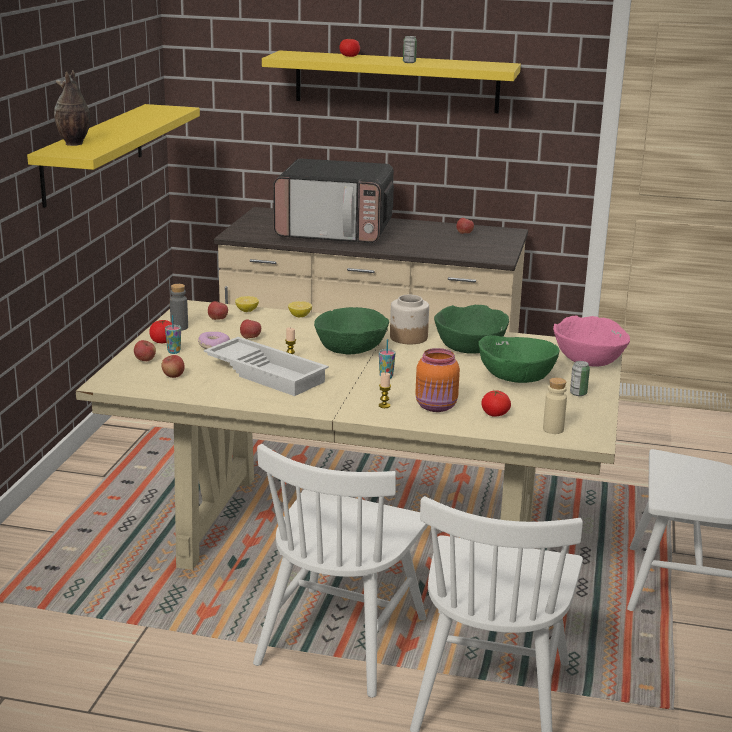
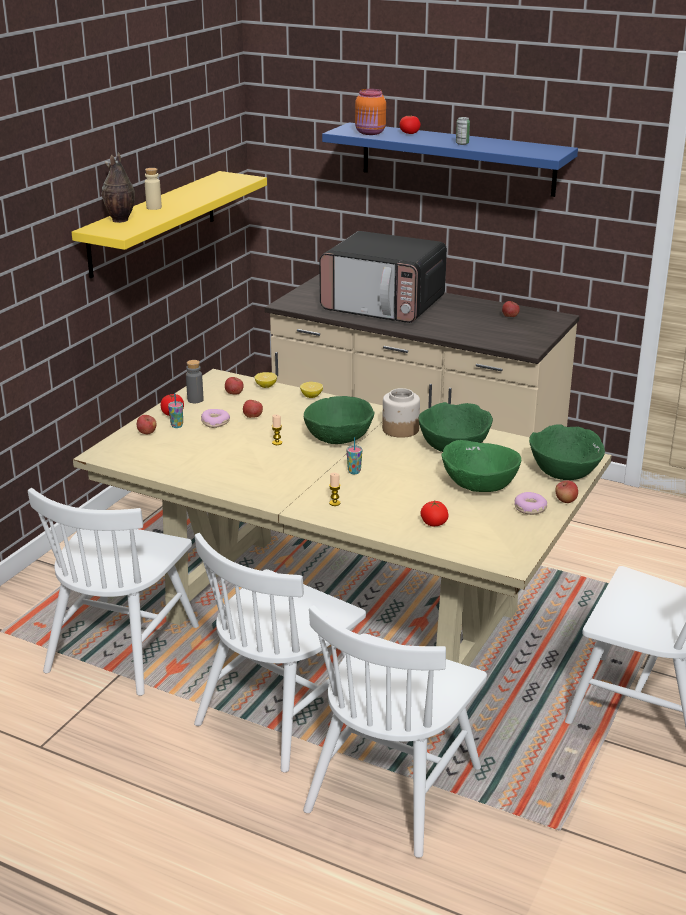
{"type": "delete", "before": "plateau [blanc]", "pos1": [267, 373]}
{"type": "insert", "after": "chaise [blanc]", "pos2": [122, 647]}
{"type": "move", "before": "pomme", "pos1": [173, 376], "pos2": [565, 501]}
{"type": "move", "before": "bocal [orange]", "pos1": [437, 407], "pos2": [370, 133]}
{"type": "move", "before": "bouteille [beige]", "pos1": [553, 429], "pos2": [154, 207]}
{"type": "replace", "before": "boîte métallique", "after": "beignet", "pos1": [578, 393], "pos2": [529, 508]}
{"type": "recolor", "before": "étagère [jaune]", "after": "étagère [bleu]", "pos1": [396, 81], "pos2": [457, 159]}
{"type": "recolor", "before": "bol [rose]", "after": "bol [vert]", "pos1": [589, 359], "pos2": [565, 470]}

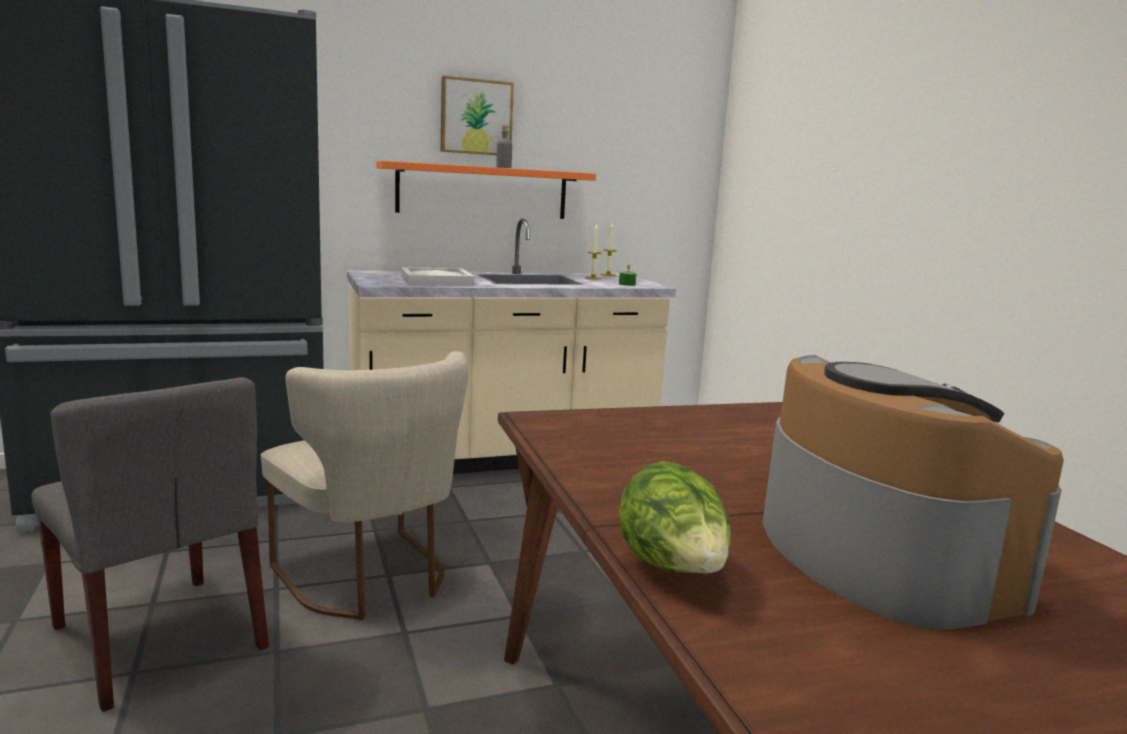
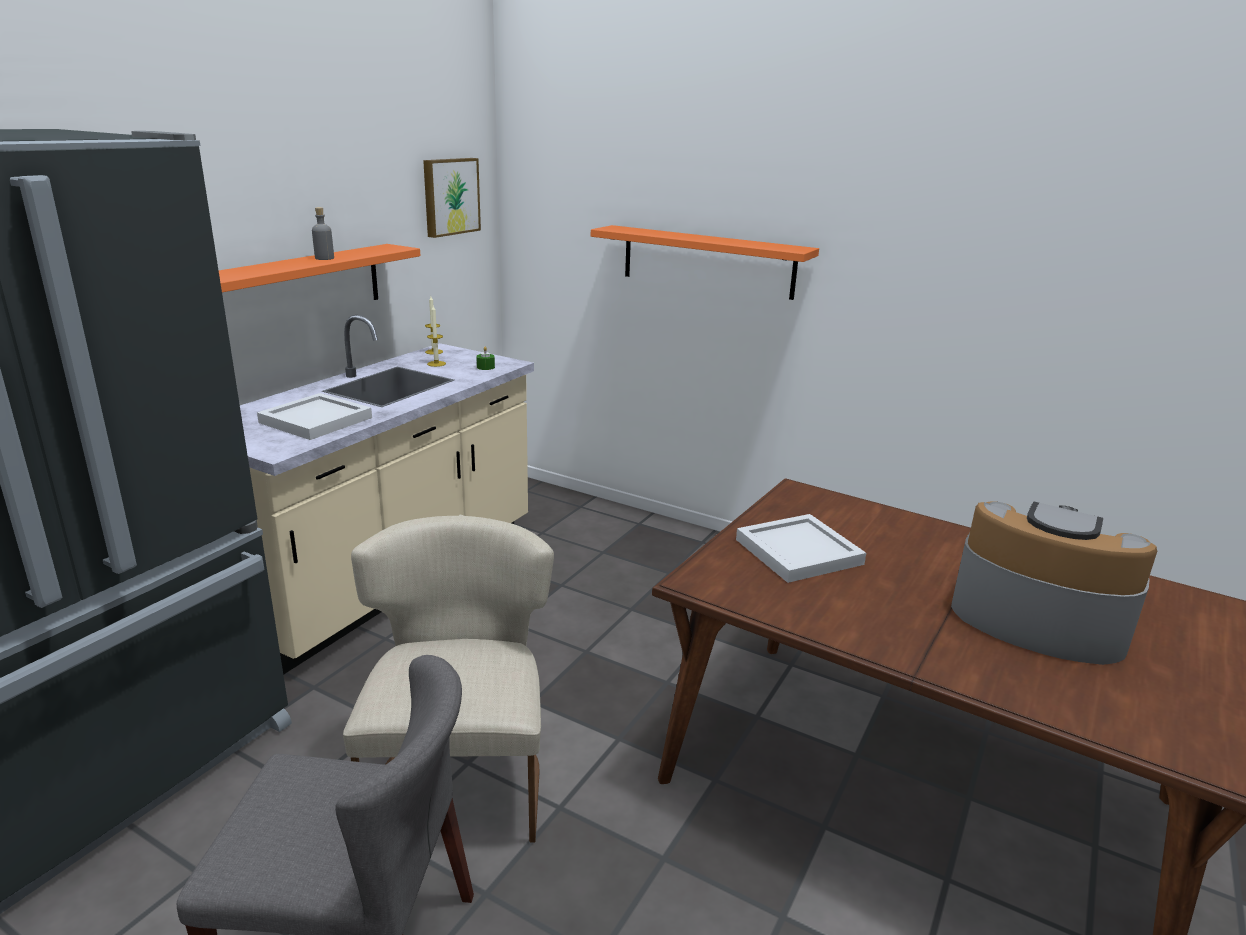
{"type": "delete", "before": "laitue", "pos1": [673, 570]}
{"type": "insert", "after": "étagère [orange]", "pos2": [707, 261]}
{"type": "insert", "after": "plateau [blanc]", "pos2": [798, 552]}
{"type": "move", "before": "tableau", "pos1": [476, 117], "pos2": [450, 196]}
{"type": "rotate", "before": "chaise [beige]", "pos1": [370, 580], "pos2": [460, 776], "turn": -105}

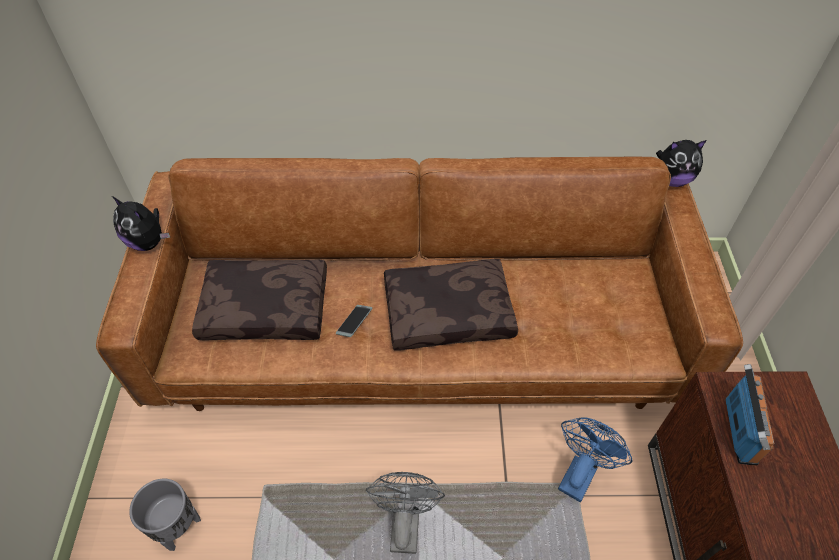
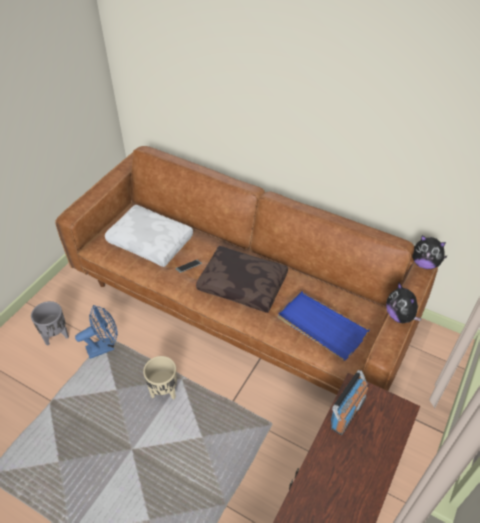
{"type": "insert", "after": "plateau [bleu]", "pos2": [321, 326]}
{"type": "move", "before": "peluche", "pos1": [148, 242], "pos2": [399, 316]}
{"type": "move", "before": "ventilateur [bleu]", "pos1": [579, 472], "pos2": [104, 347]}
{"type": "replace", "before": "ventilateur [gris]", "after": "cache-pot [beige]", "pos1": [404, 522], "pos2": [163, 392]}
{"type": "recolor", "before": "coussin [marron]", "after": "coussin [blanc]", "pos1": [267, 307], "pos2": [151, 241]}

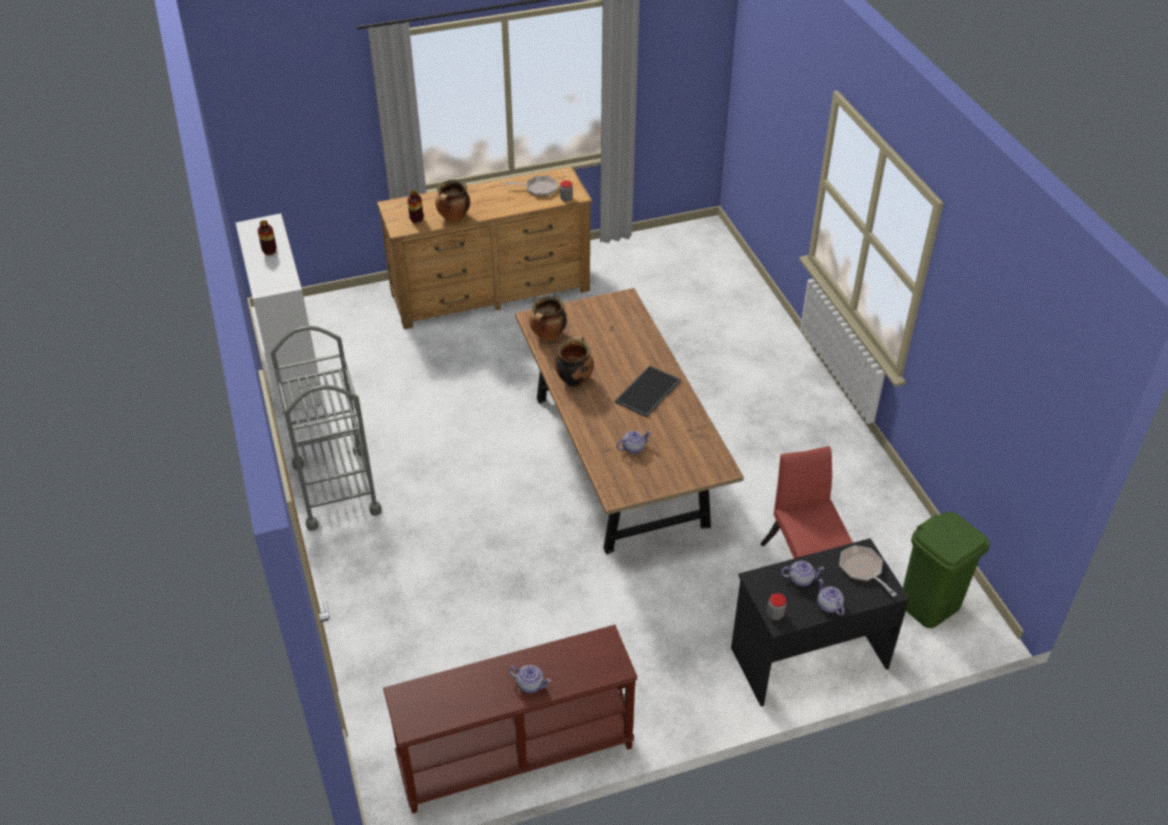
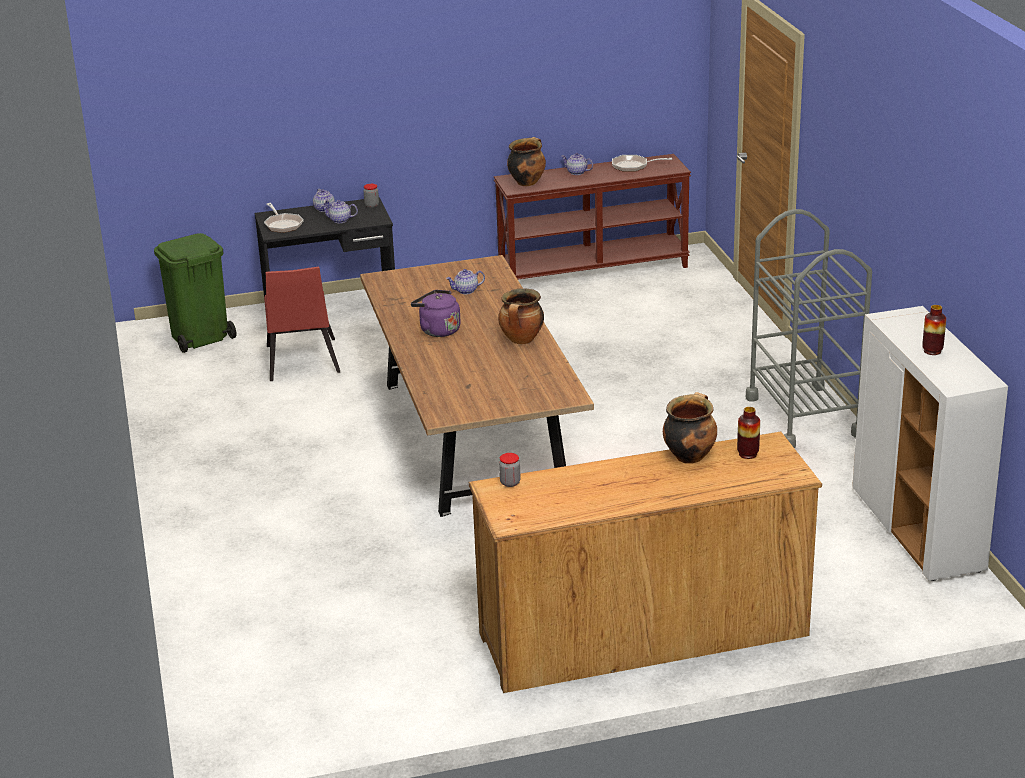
{"type": "move", "before": "poêle", "pos1": [538, 189], "pos2": [633, 166]}
{"type": "move", "before": "marmite", "pos1": [548, 336], "pos2": [527, 182]}
{"type": "replace", "before": "plateau", "after": "bouilloire [violet]", "pos1": [648, 392], "pos2": [437, 330]}

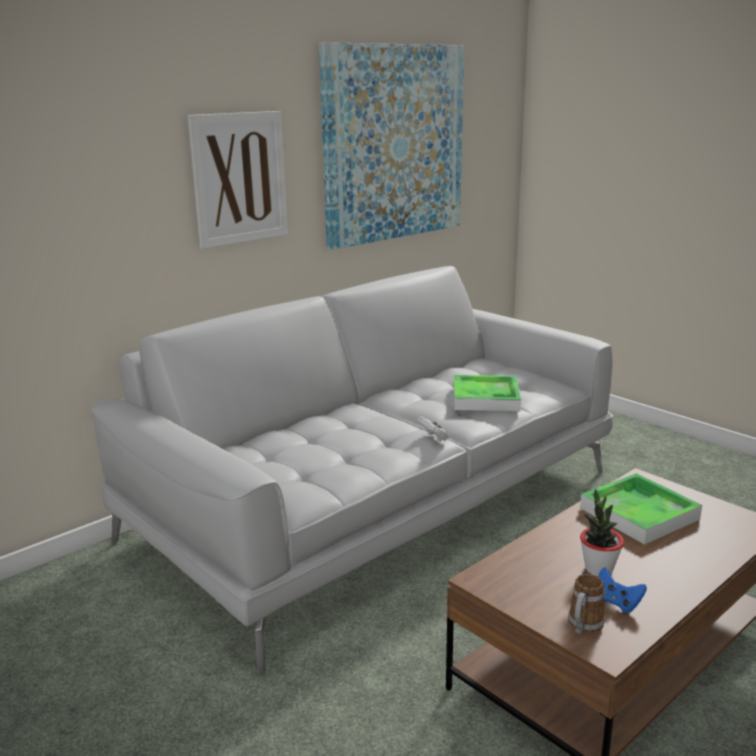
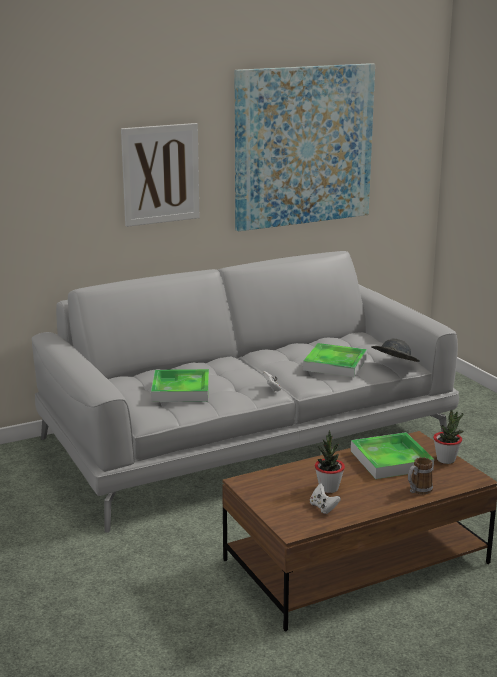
{"type": "insert", "after": "plateau", "pos2": [180, 390]}
{"type": "insert", "after": "chapeau [gris]", "pos2": [394, 365]}
{"type": "insert", "after": "plante en pot", "pos2": [446, 460]}
{"type": "move", "before": "mug", "pos1": [583, 627], "pos2": [418, 491]}
{"type": "recolor", "before": "manette [bleu]", "after": "manette [blanc]", "pos1": [617, 602], "pos2": [323, 508]}

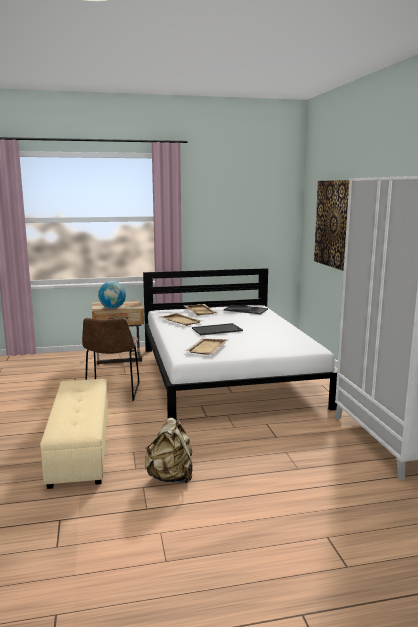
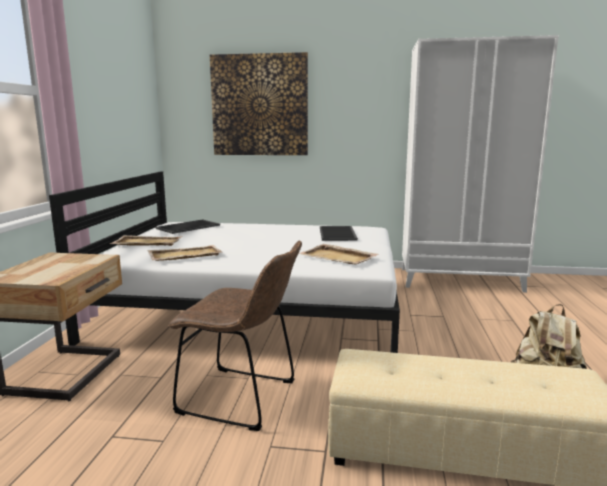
{"type": "delete", "before": "globe", "pos1": [112, 308]}
{"type": "move", "before": "plateau", "pos1": [217, 330], "pos2": [338, 234]}

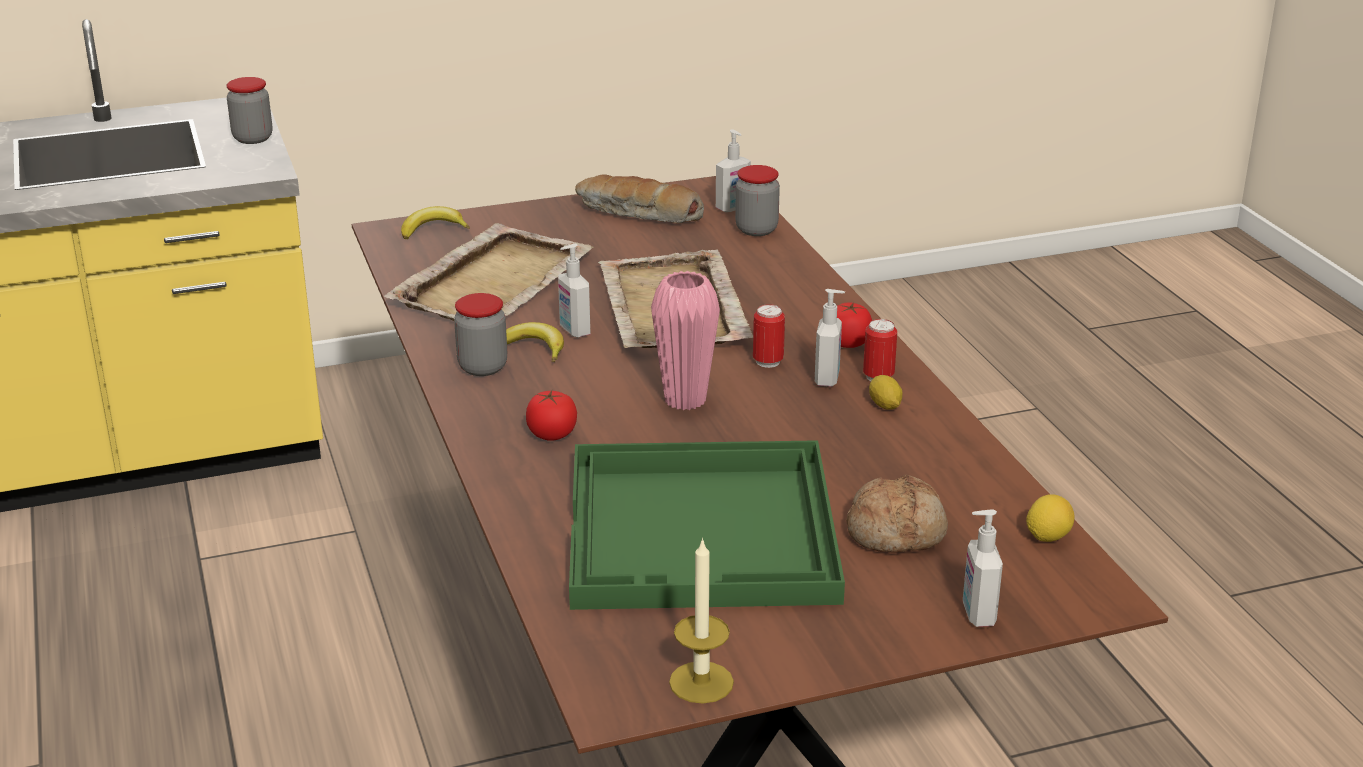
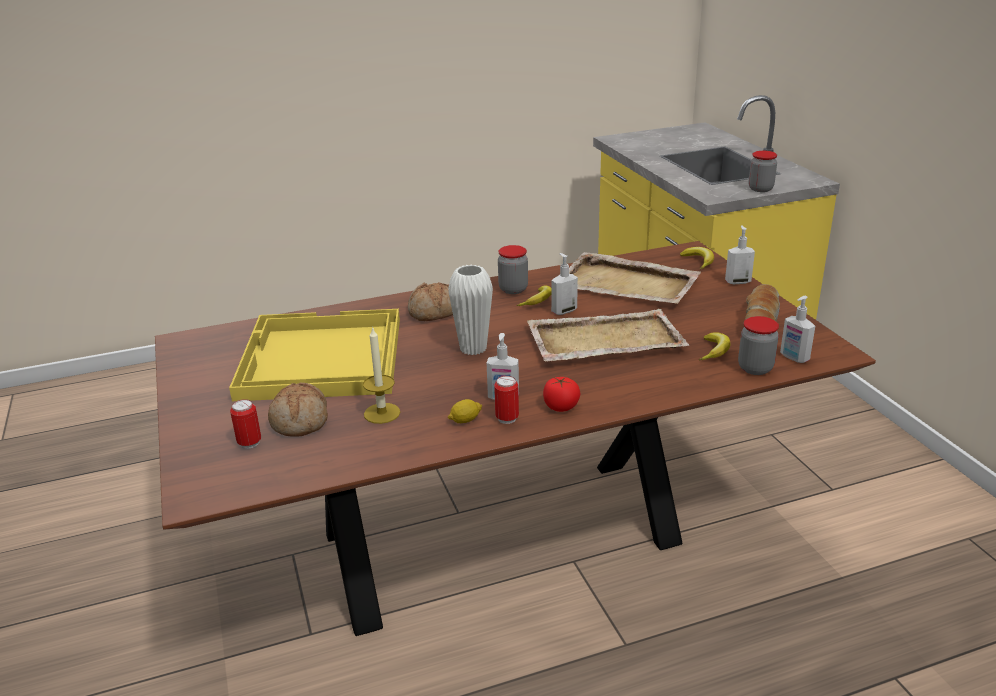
{"type": "delete", "before": "citron", "pos1": [1047, 537]}
{"type": "insert", "after": "banane", "pos2": [714, 351]}
{"type": "move", "before": "bougie", "pos1": [701, 682], "pos2": [382, 413]}
{"type": "move", "before": "boîte métallique", "pos1": [768, 361], "pos2": [249, 443]}
{"type": "move", "before": "distributeur de savon", "pos1": [977, 614], "pos2": [737, 281]}
{"type": "replace", "before": "tomate", "after": "pain", "pos1": [552, 434], "pos2": [434, 312]}
{"type": "recolor", "before": "plateau [vert]", "after": "plateau [jaune]", "pos1": [704, 532], "pos2": [320, 359]}
{"type": "recolor", "before": "vase [rose]", "after": "vase [blanc]", "pos1": [685, 400], "pos2": [473, 348]}

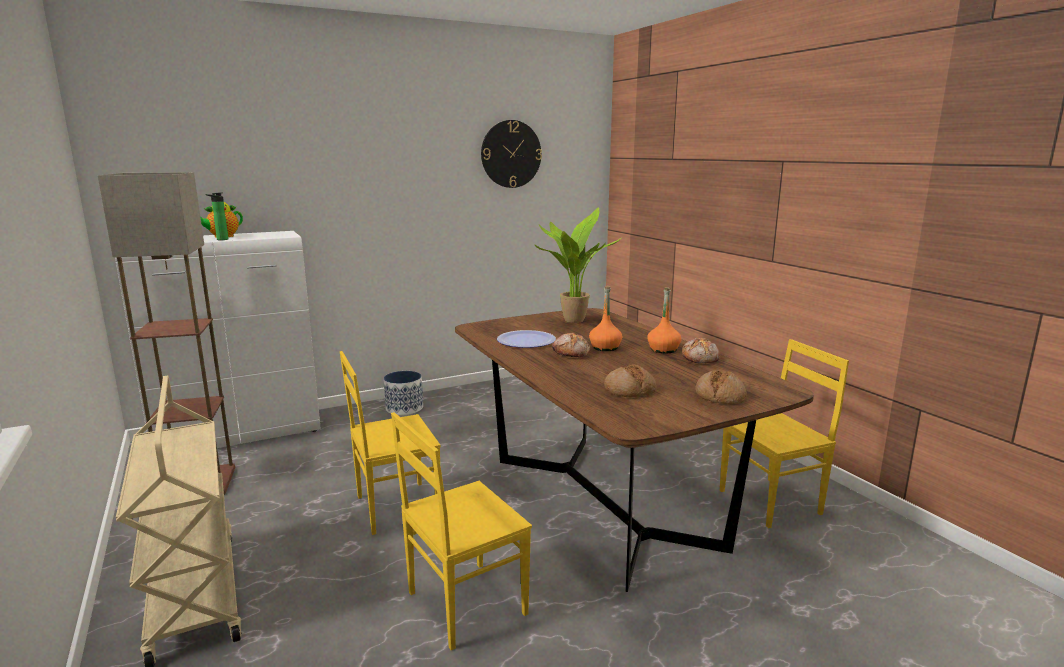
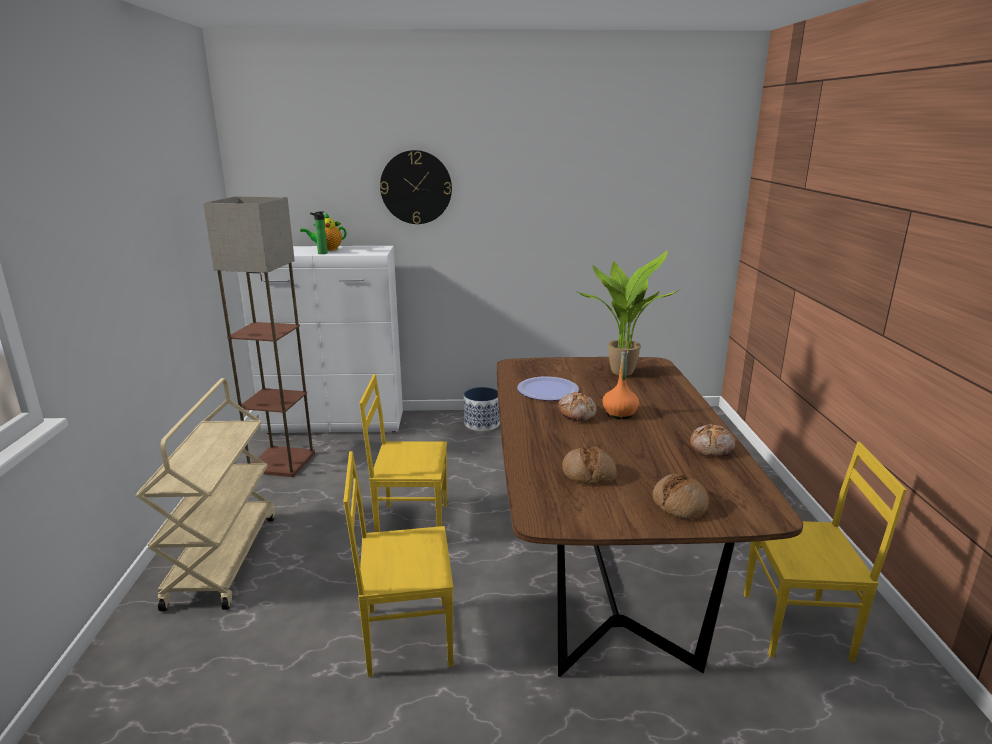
{"type": "delete", "before": "bouteille [orange]", "pos1": [663, 349]}
{"type": "move", "before": "horloge murale", "pos1": [511, 154], "pos2": [416, 187]}

